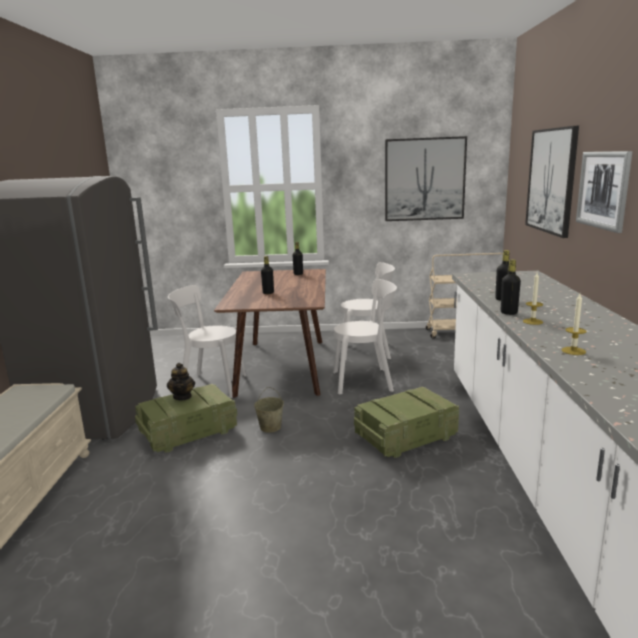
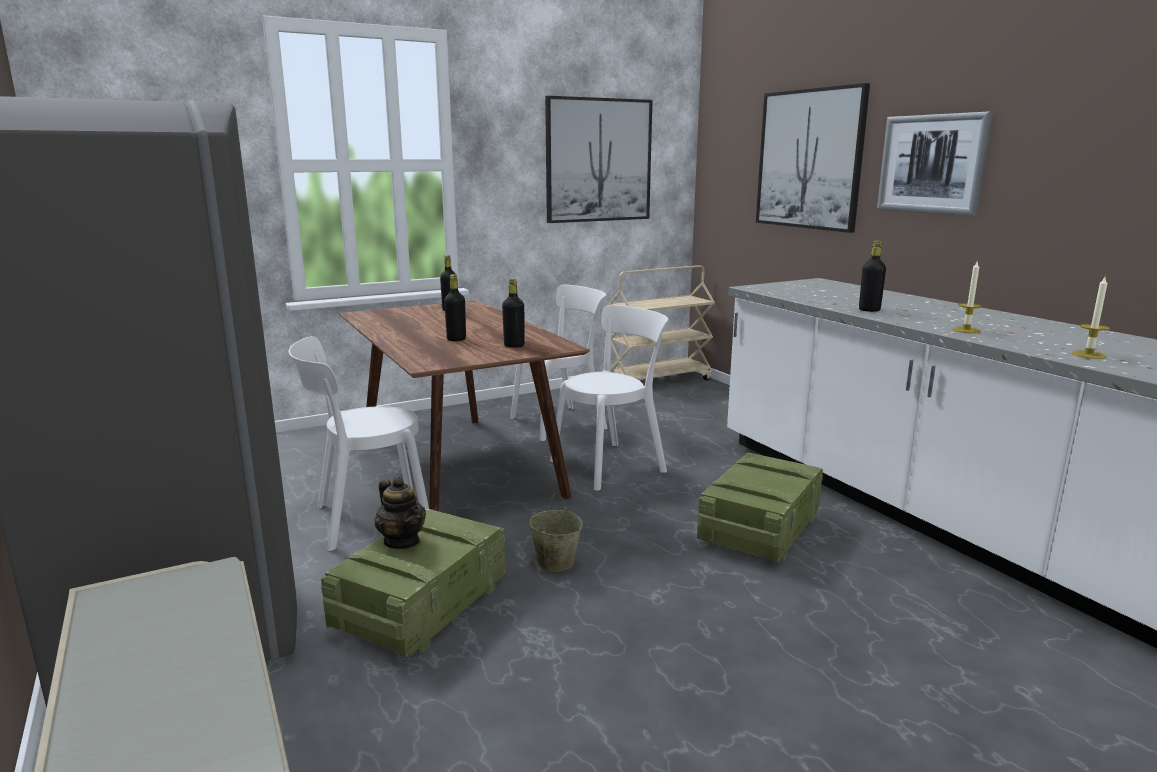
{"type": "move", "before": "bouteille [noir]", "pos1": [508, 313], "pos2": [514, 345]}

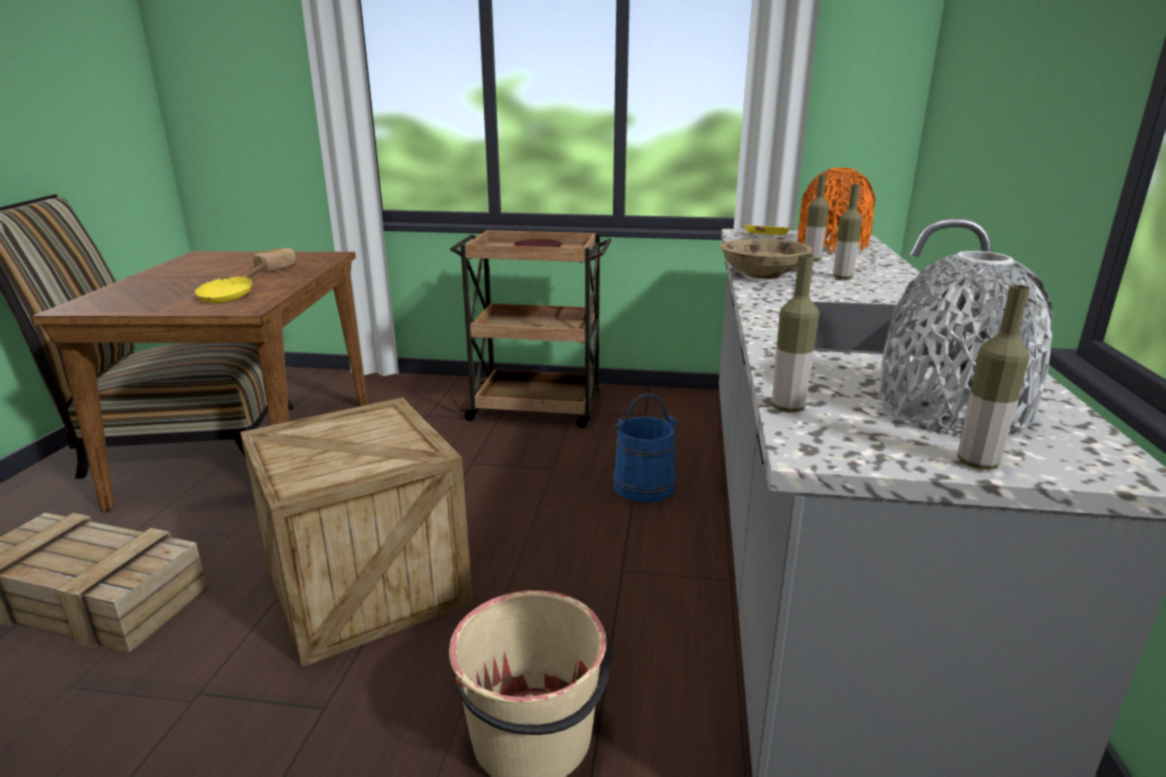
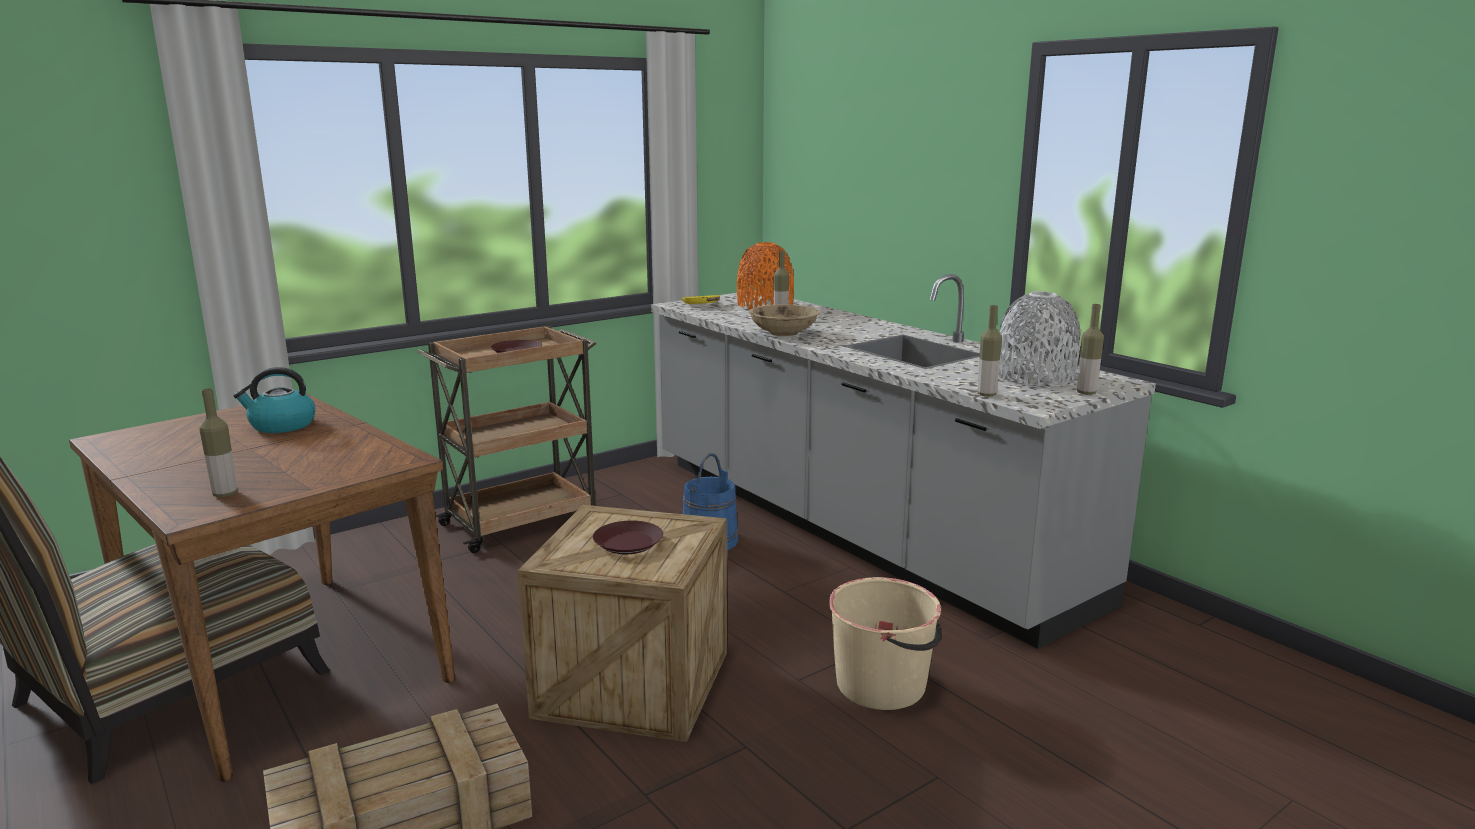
{"type": "delete", "before": "poêle [jaune]", "pos1": [230, 296]}
{"type": "insert", "after": "assiette [marron]", "pos2": [627, 543]}
{"type": "move", "before": "bouteille", "pos1": [842, 277], "pos2": [225, 494]}
{"type": "replace", "before": "pain", "after": "bouilloire", "pos1": [277, 268], "pos2": [281, 425]}

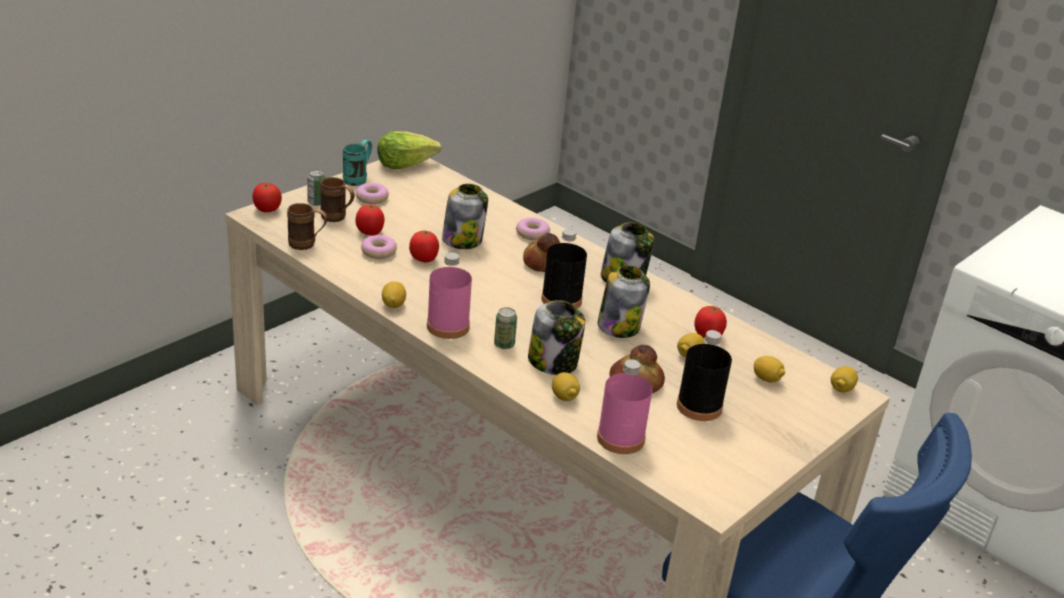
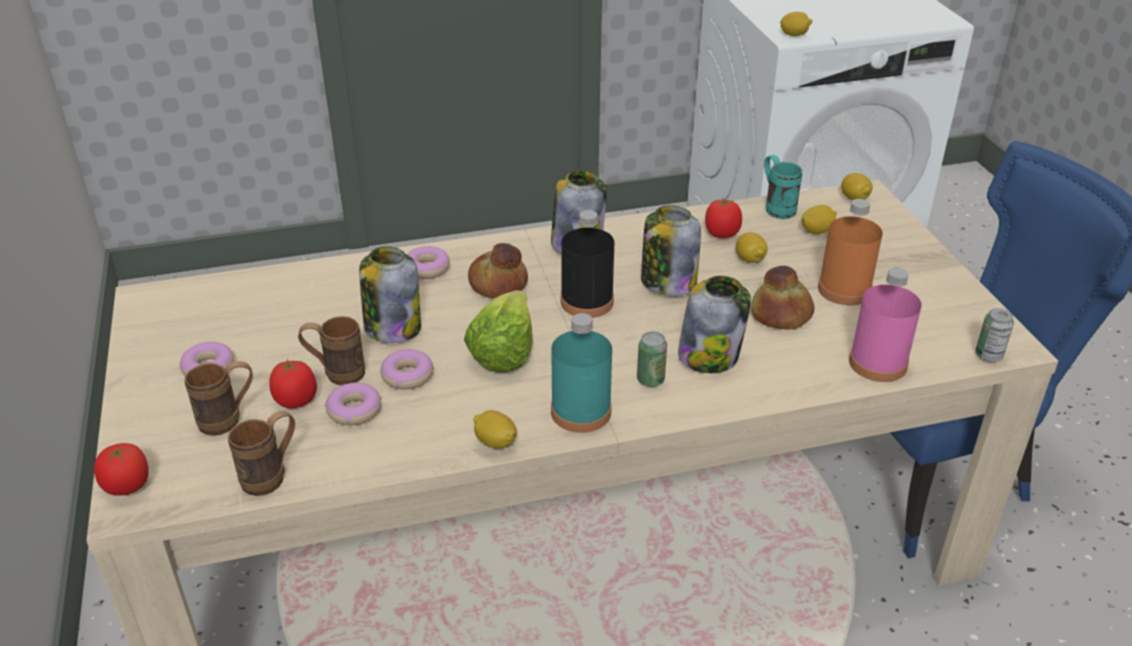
{"type": "insert", "after": "mug [marron]", "pos2": [336, 373]}
{"type": "move", "before": "boîte métallique", "pos1": [316, 202], "pos2": [988, 355]}
{"type": "move", "before": "mug [turquoise]", "pos1": [358, 178], "pos2": [776, 207]}
{"type": "move", "before": "laitue", "pos1": [405, 164], "pos2": [503, 351]}
{"type": "move", "before": "citron", "pos1": [564, 397], "pos2": [794, 35]}
{"type": "replace", "before": "tomate", "after": "beignet", "pos1": [424, 259], "pos2": [407, 376]}
{"type": "recolor", "before": "bouteille [rose]", "after": "bouteille [turquoise]", "pos1": [448, 326], "pos2": [581, 412]}
{"type": "recolor", "before": "bouteille [noir]", "after": "bouteille [orange]", "pos1": [699, 406], "pos2": [844, 290]}

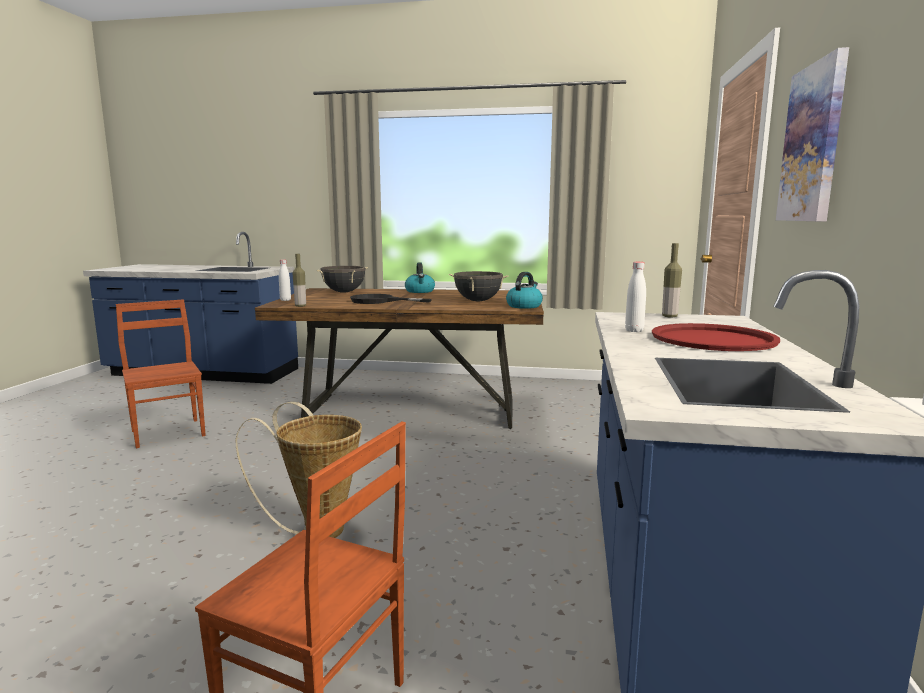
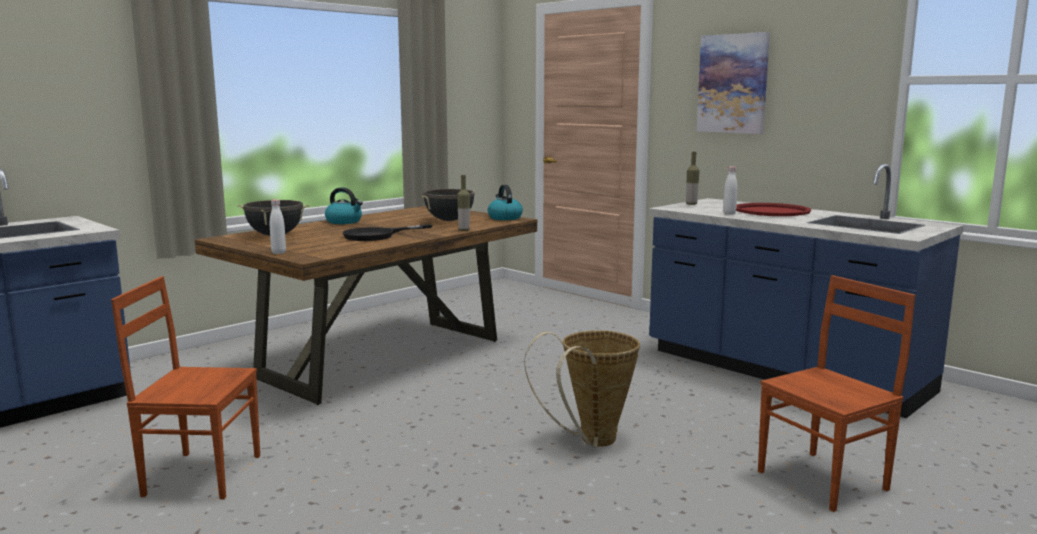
{"type": "move", "before": "bouteille", "pos1": [300, 306], "pos2": [464, 230]}

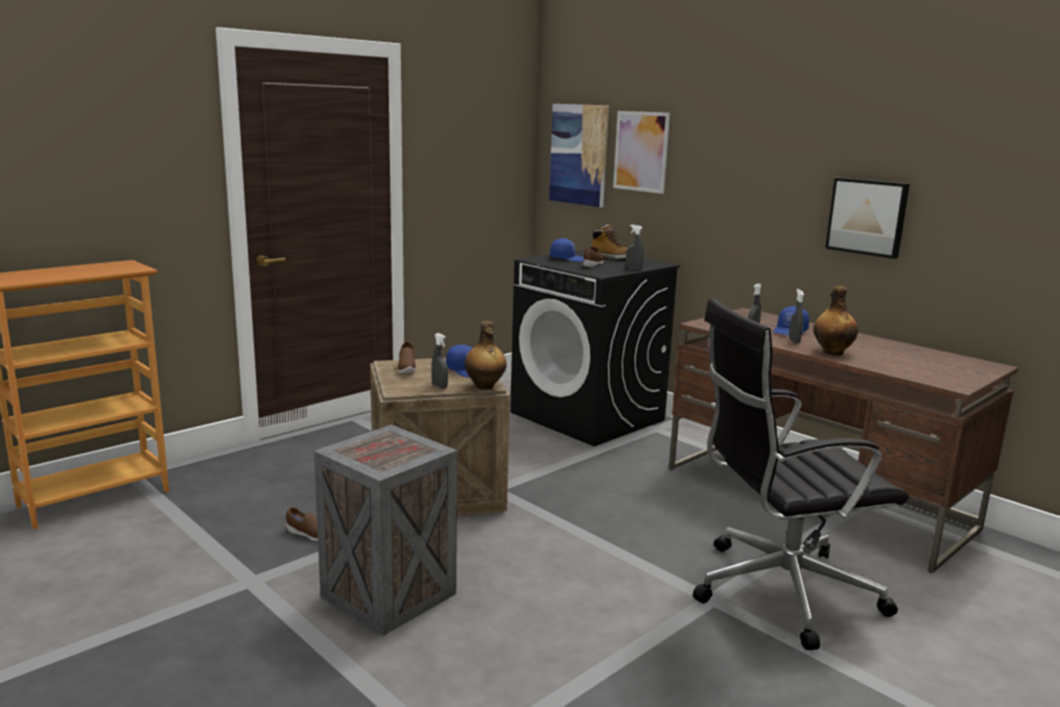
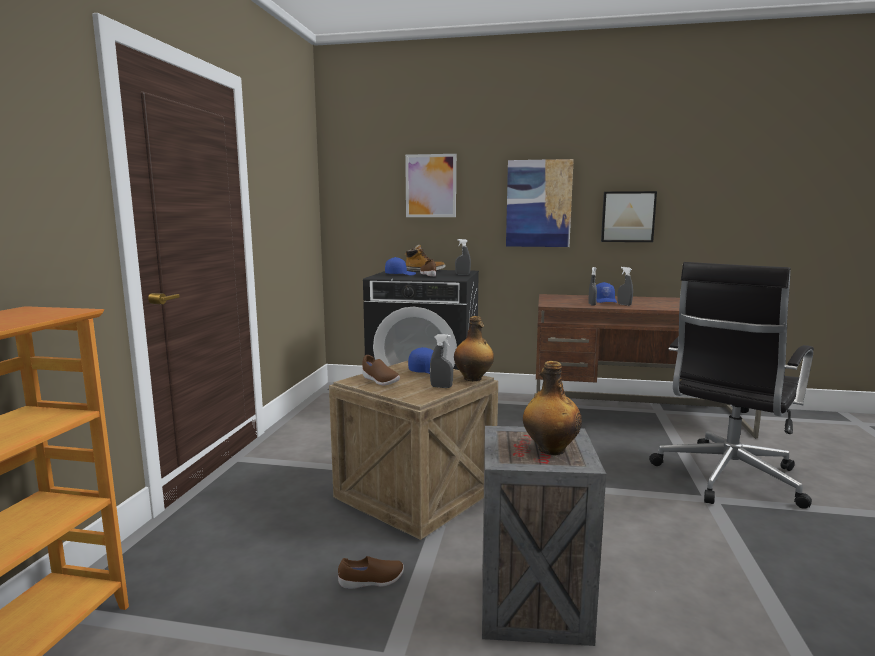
{"type": "move", "before": "tableau", "pos1": [579, 154], "pos2": [538, 203]}
{"type": "move", "before": "bouteille", "pos1": [832, 352], "pos2": [550, 449]}

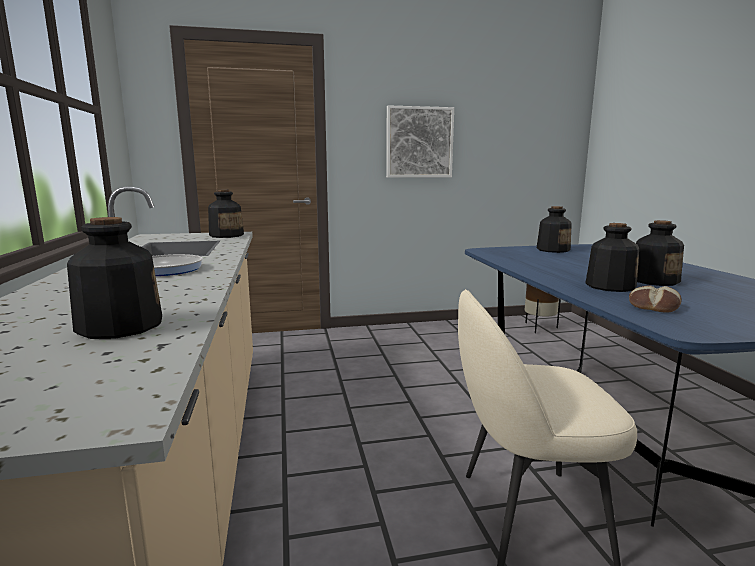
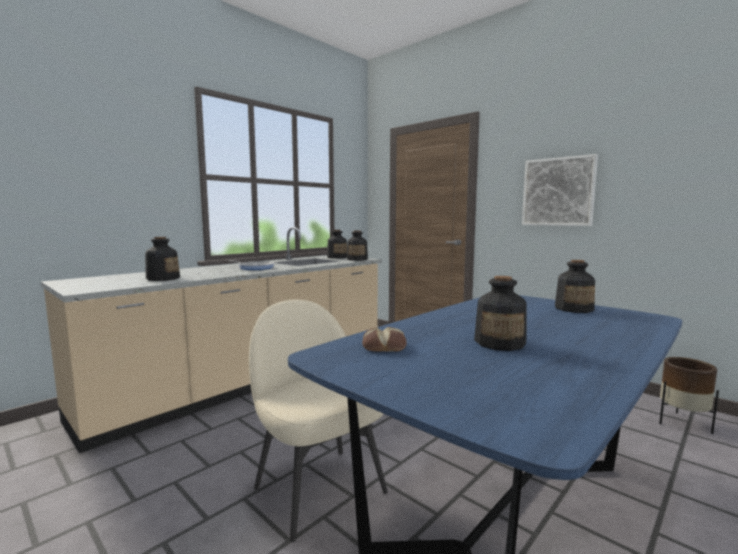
{"type": "move", "before": "bouteille", "pos1": [609, 286], "pos2": [337, 257]}

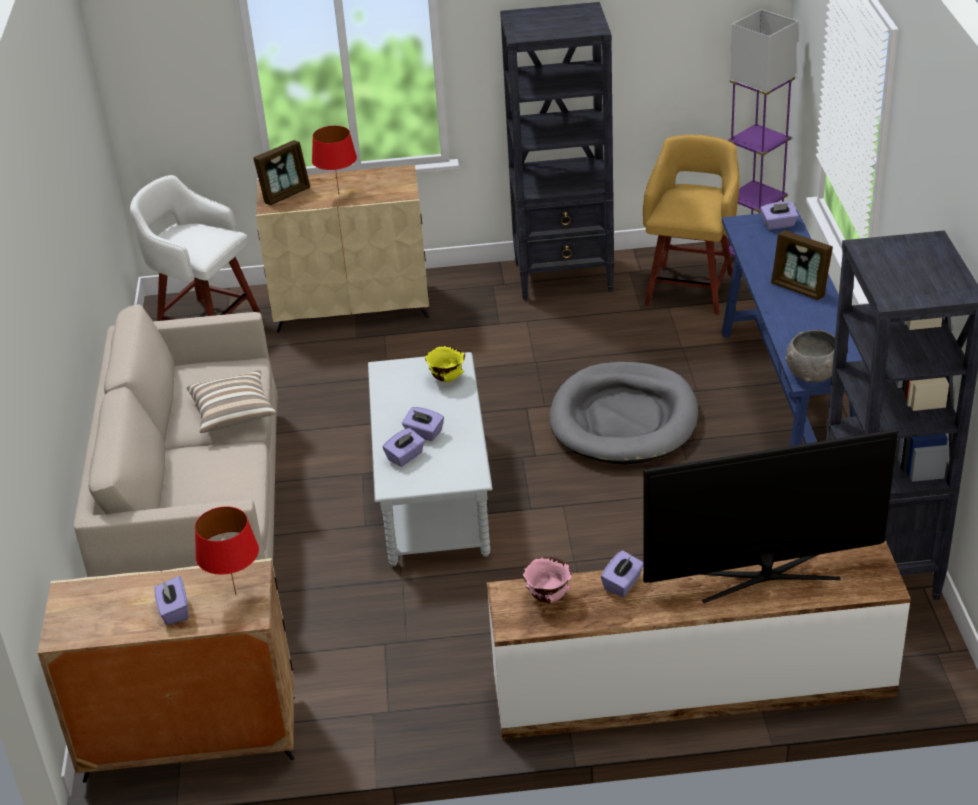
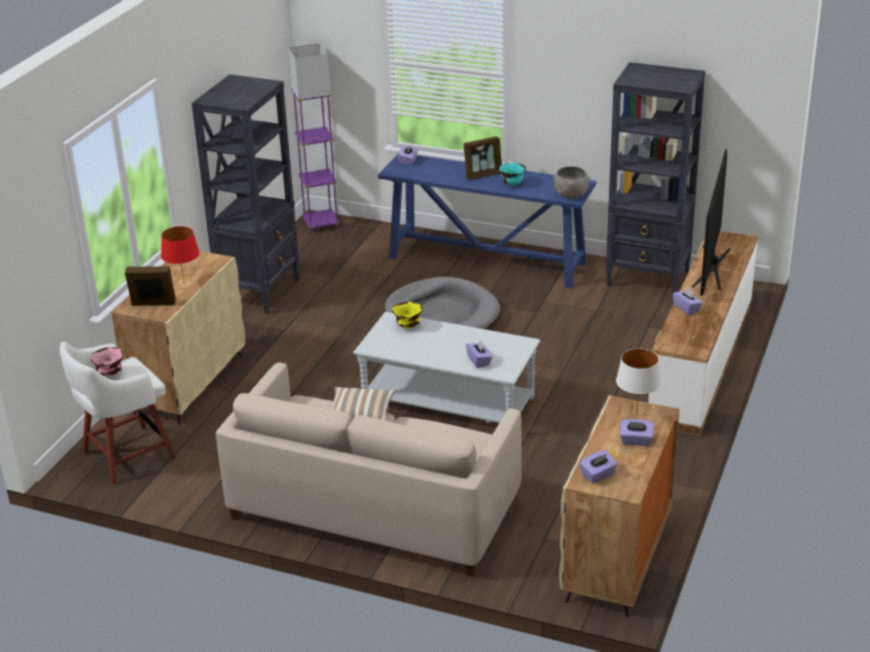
{"type": "delete", "before": "tabouret [jaune]", "pos1": [690, 287]}
{"type": "insert", "after": "bol [turquoise]", "pos2": [512, 184]}
{"type": "move", "before": "boîte à mouchoirs [violet]", "pos1": [423, 433], "pos2": [598, 475]}
{"type": "move", "before": "bol [rose]", "pos1": [548, 597], "pos2": [109, 374]}
{"type": "recolor", "before": "lampe de table [rouge]", "after": "lampe de table [blanc]", "pos1": [236, 595], "pos2": [637, 414]}
{"type": "rotate", "before": "cadre photo", "pos1": [285, 194], "pos2": [153, 305], "turn": -75}

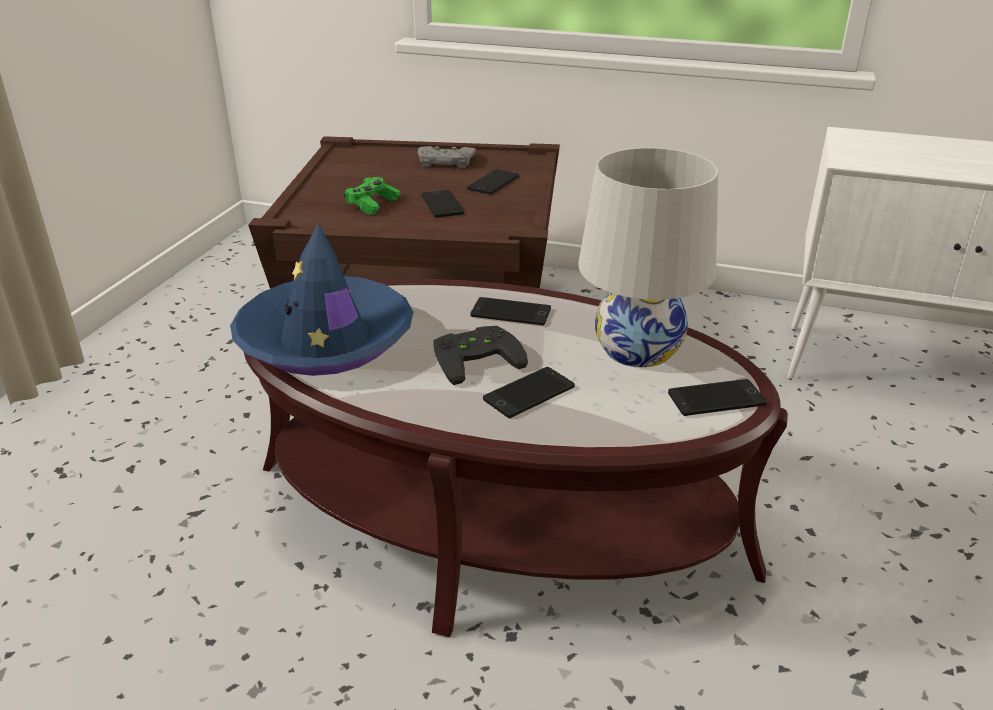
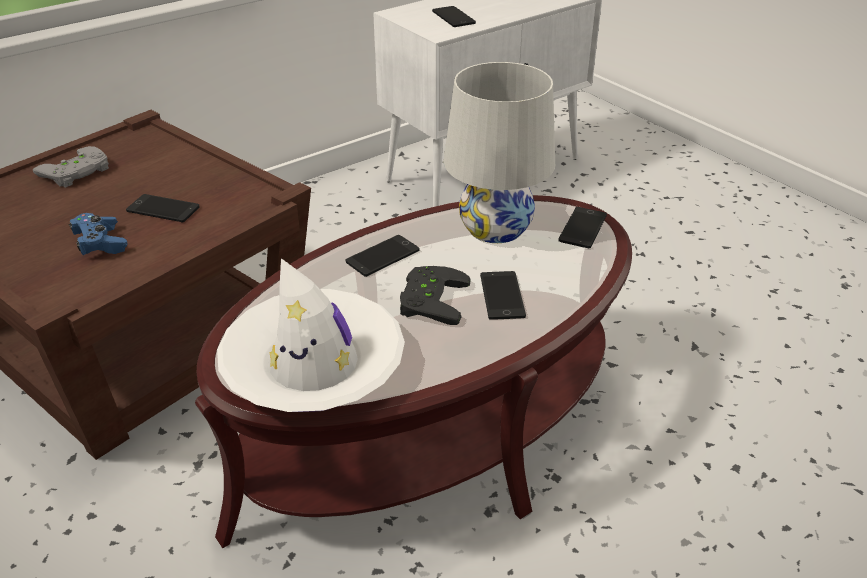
{"type": "move", "before": "téléphone", "pos1": [493, 183], "pos2": [453, 17]}
{"type": "recolor", "before": "chapeau [bleu]", "after": "chapeau [blanc]", "pos1": [325, 341], "pos2": [314, 365]}
{"type": "recolor", "before": "manette [vert]", "after": "manette [bleu]", "pos1": [372, 204], "pos2": [100, 243]}

